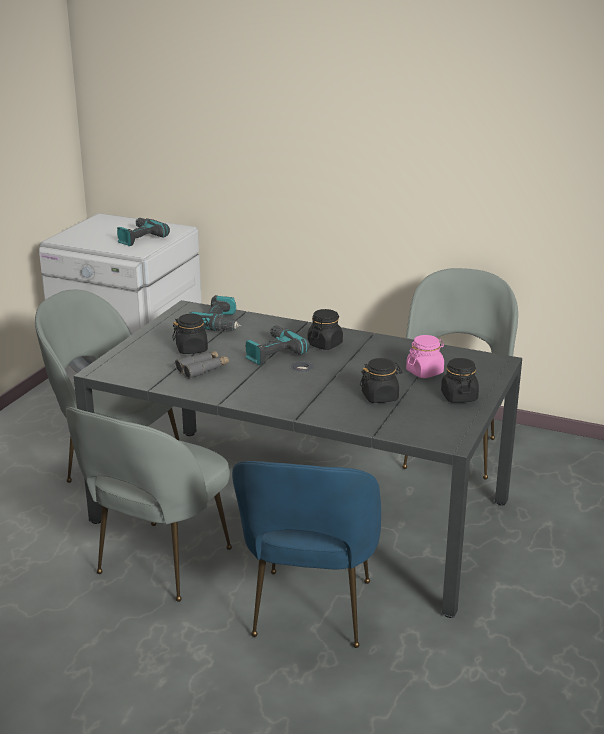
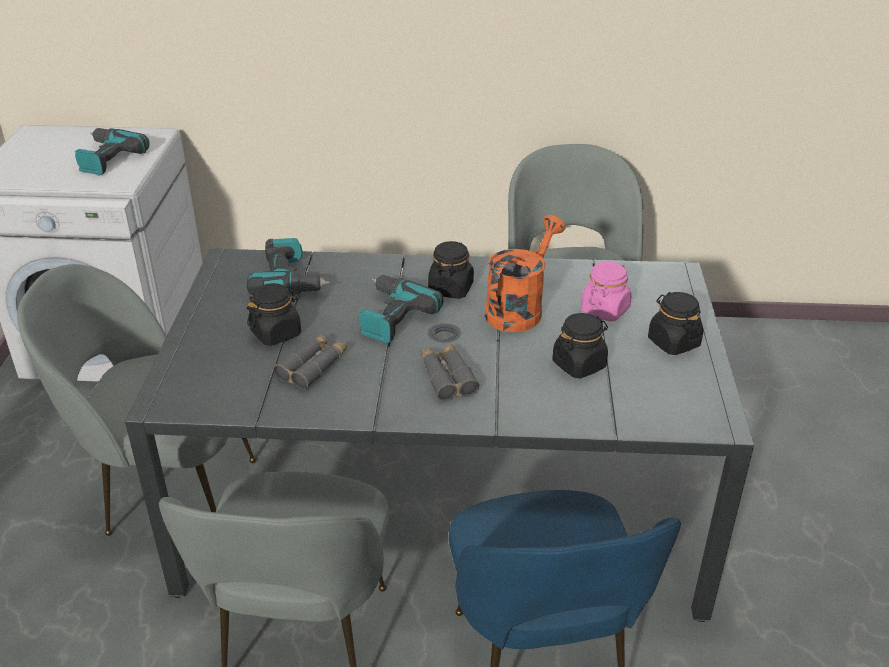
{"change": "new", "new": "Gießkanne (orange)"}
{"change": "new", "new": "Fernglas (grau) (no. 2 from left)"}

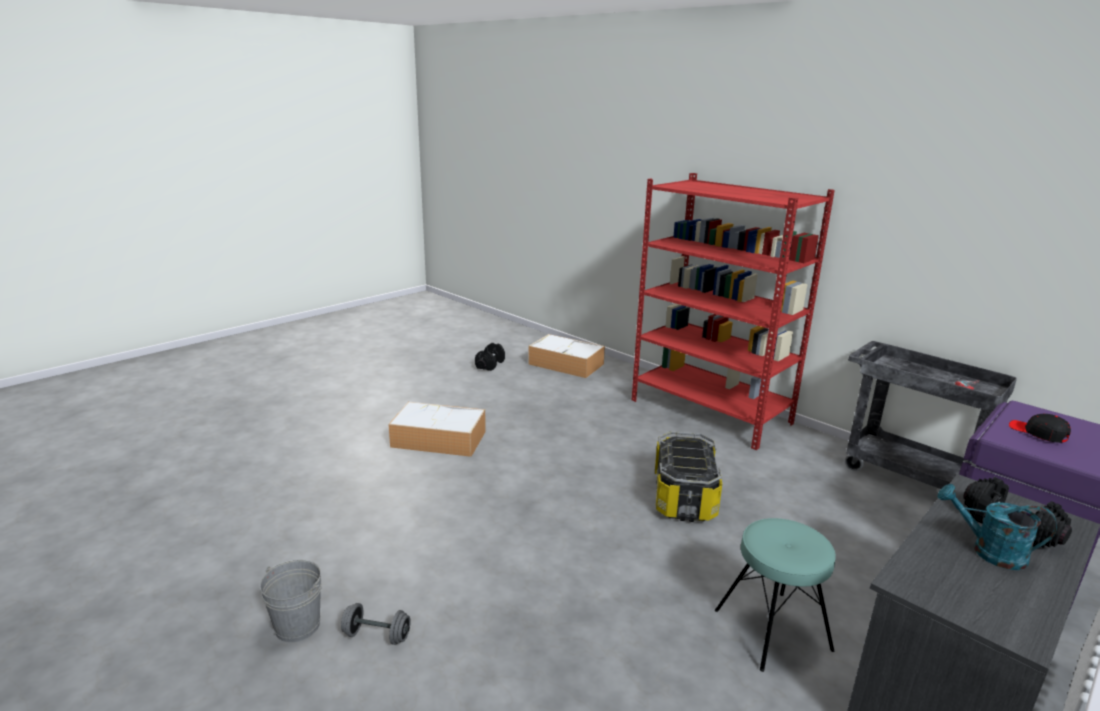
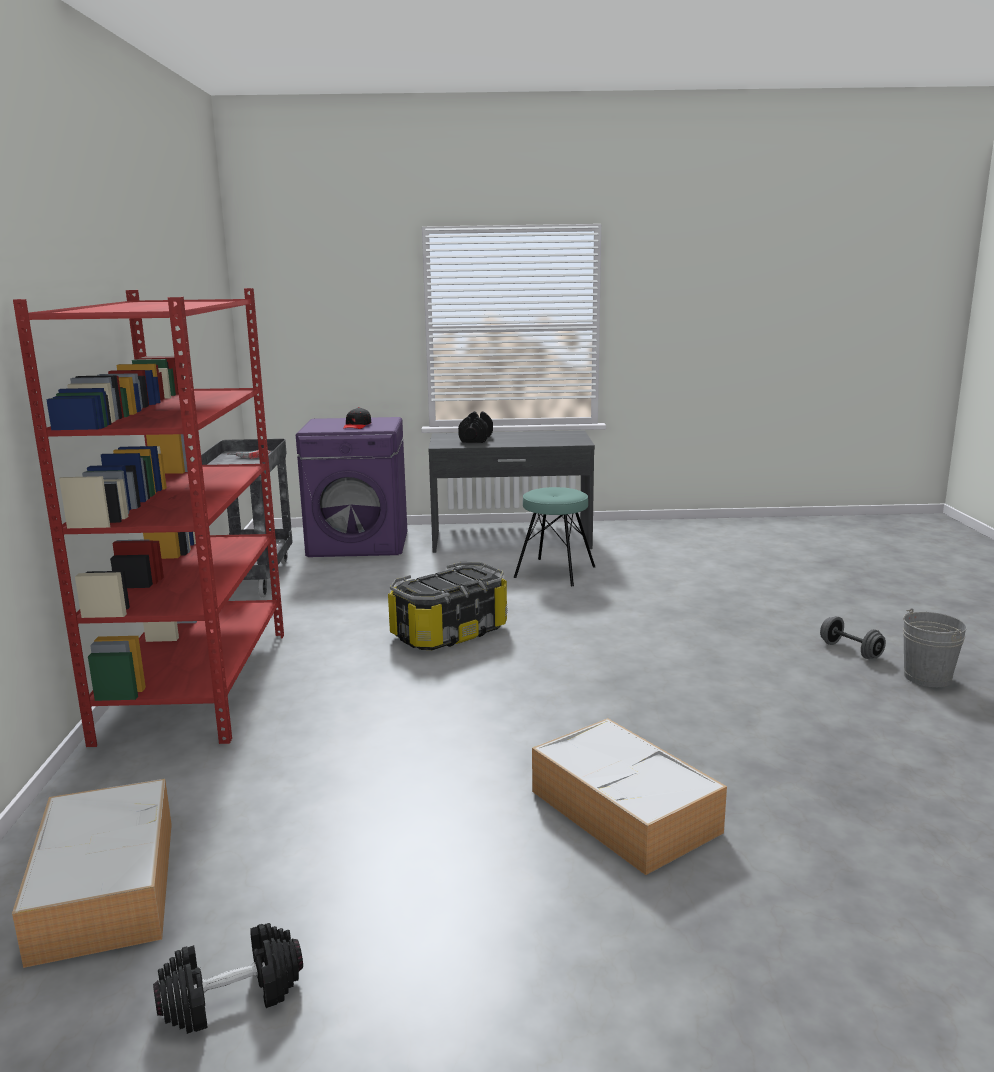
{"change": "gone", "old": "Gießkanne (türkis)"}

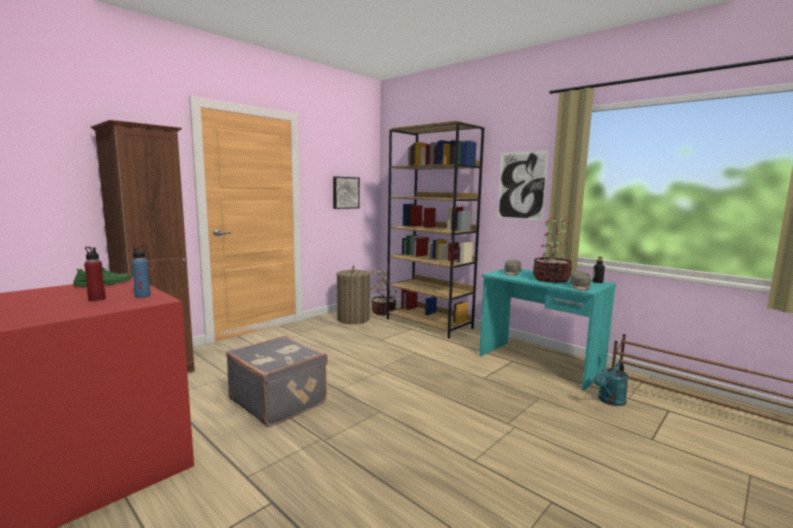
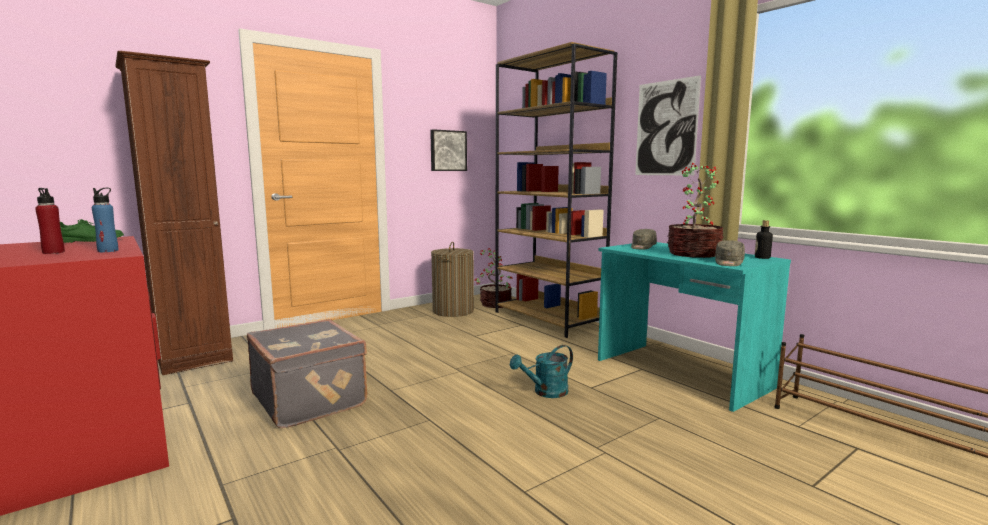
{"change": "shifted", "old": "Gießkanne (türkis)"}

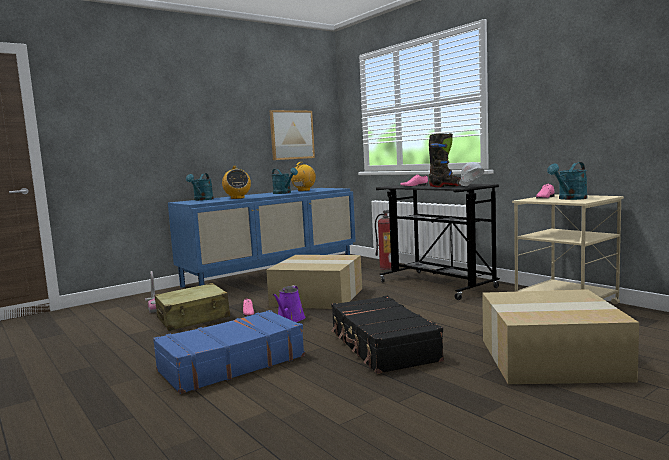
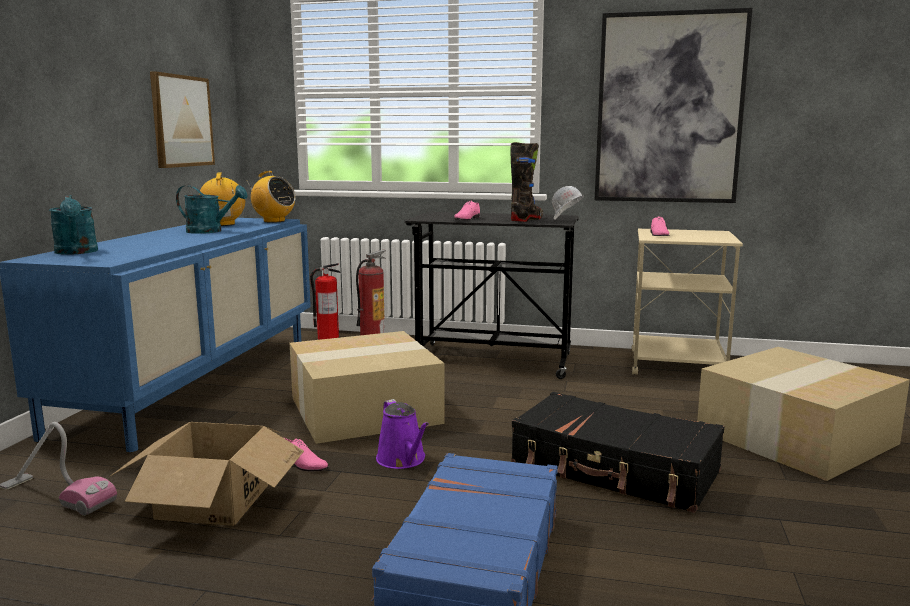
{"change": "gone", "old": "Gießkanne (türkis) (no. 3 from left)"}
{"change": "shifted", "old": "Radio (no. 1 from left in the first image)", "new": "Radio (no. 2 from left)"}
{"change": "swapped", "old": "Koffer (beige)", "new": "Karton (no. 1 from left)"}
{"change": "new", "new": "Bild (no. 2 from left)"}
{"change": "new", "new": "Feuerlöscher (no. 1 from left)"}

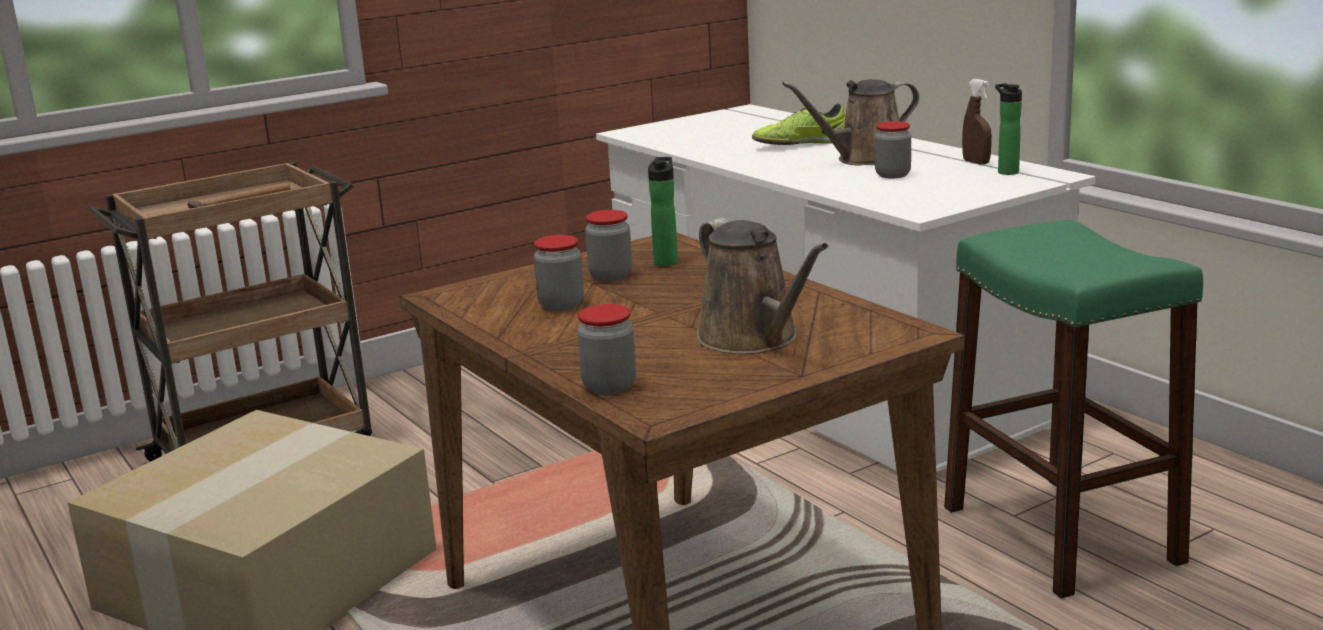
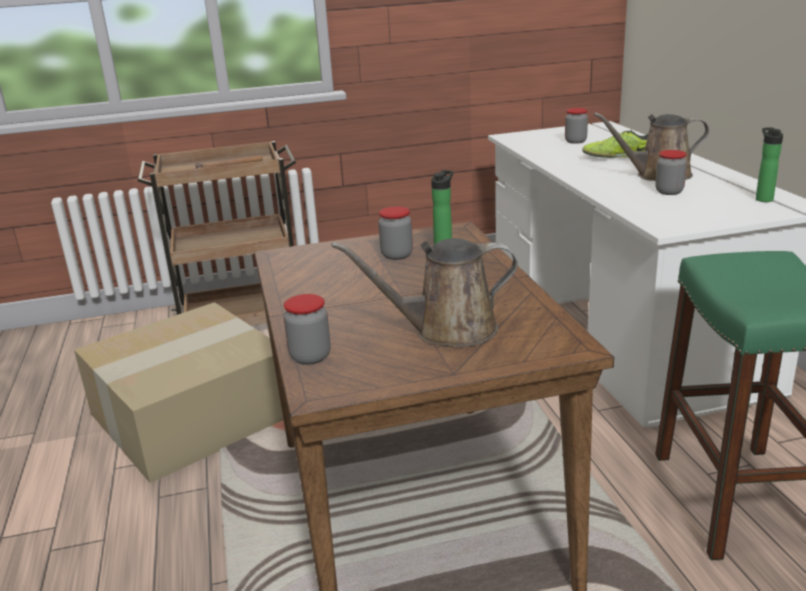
{"change": "gone", "old": "Sprühflasche (braun)"}
{"change": "rotated", "old": "Gießkanne (braun) (no. 1 from left)", "degrees": 90}
{"change": "shifted", "old": "Vorratsglas (no. 1 from left in the first image)", "new": "Vorratsglas (no. 3 from left)"}

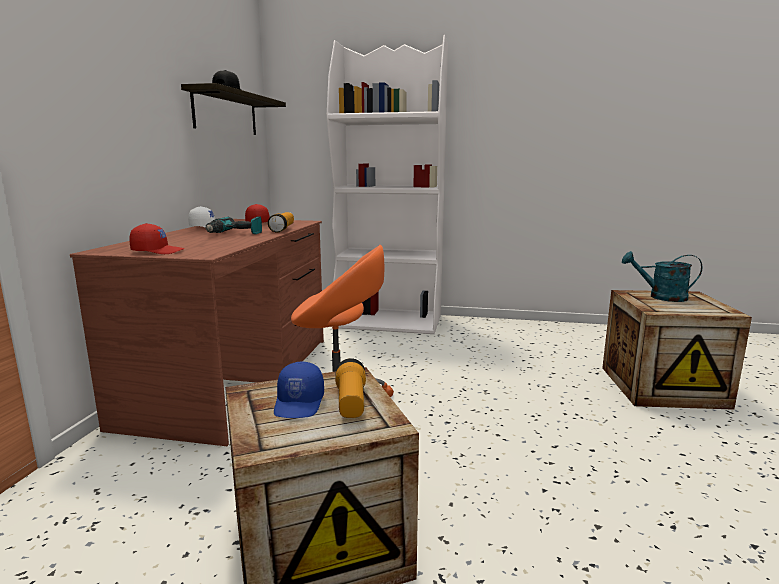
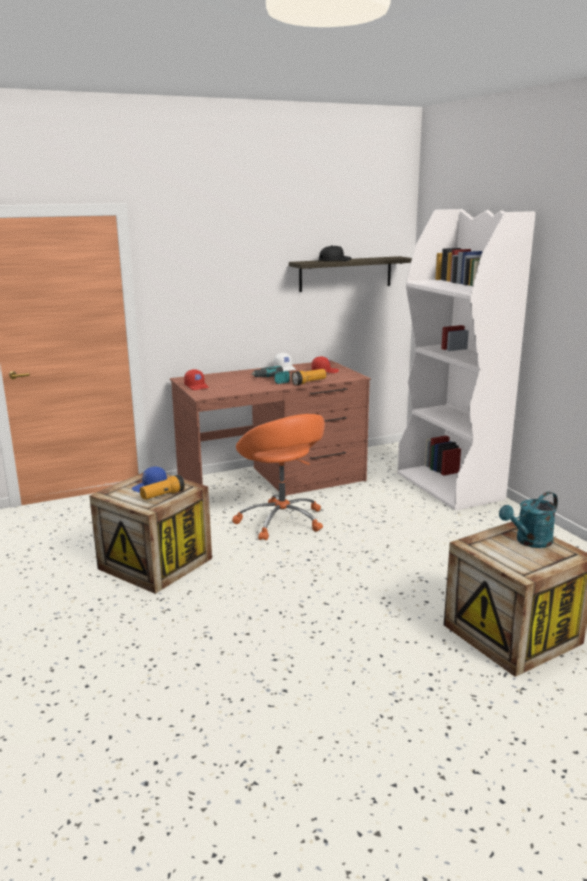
{"change": "rotated", "old": "Gießkanne (türkis)", "degrees": -105}

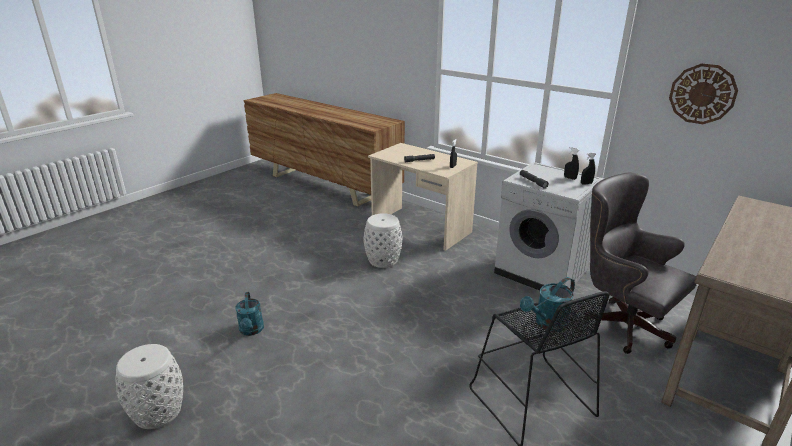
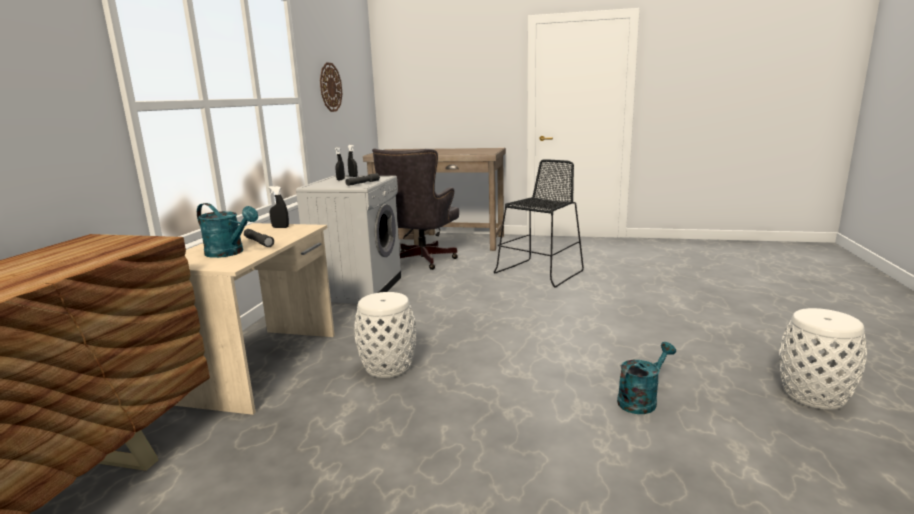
{"change": "shifted", "old": "Gießkanne (türkis) (no. 2 from left in the first image)", "new": "Gießkanne (türkis) (no. 1 from left)"}

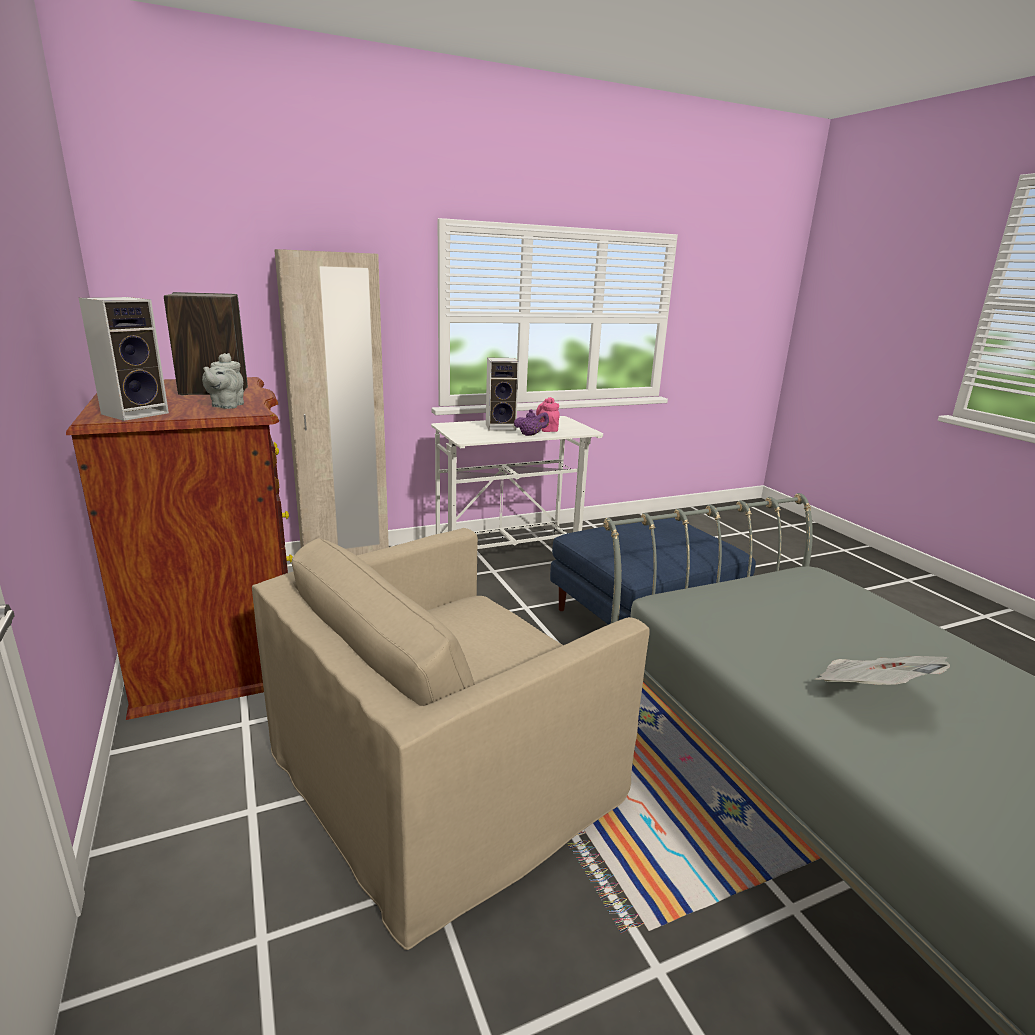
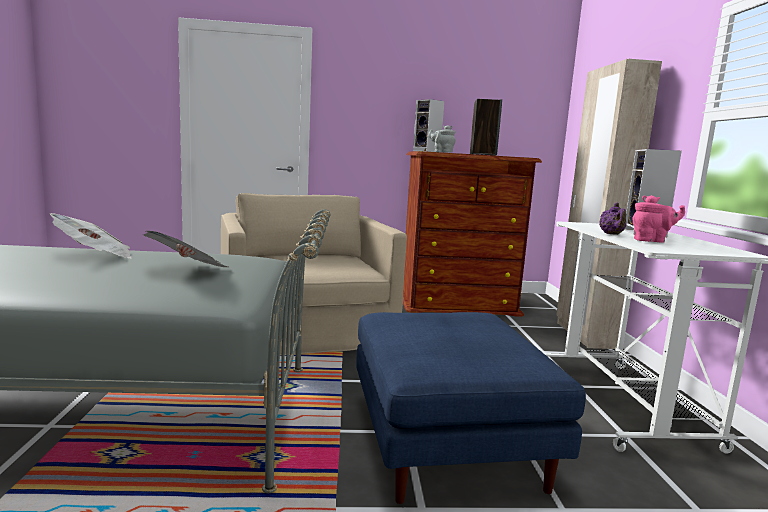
{"change": "new", "new": "Zeitung (no. 2 from left)"}

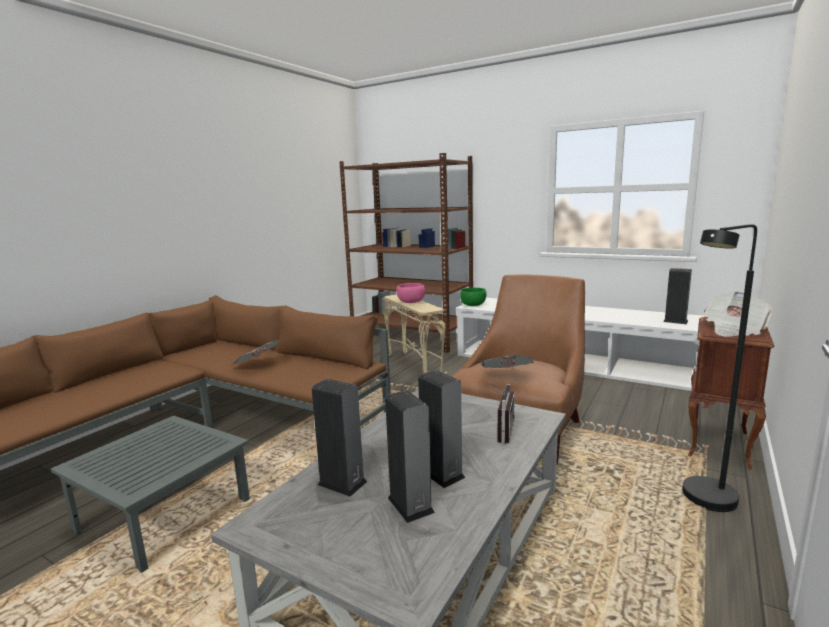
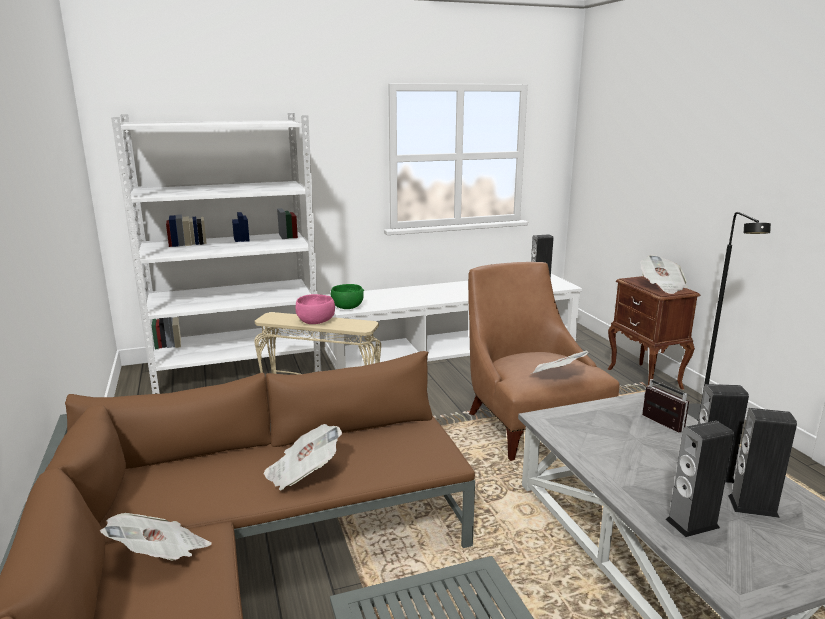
{"change": "repainted", "old": "Bücherregal (braun)", "new": "Bücherregal (weiß)"}
{"change": "new", "new": "Zeitung (no. 1 from left)"}

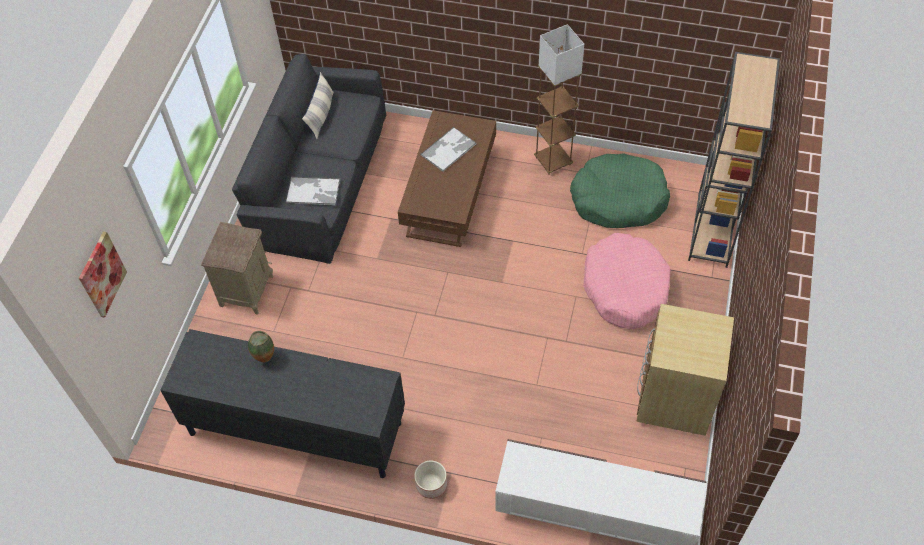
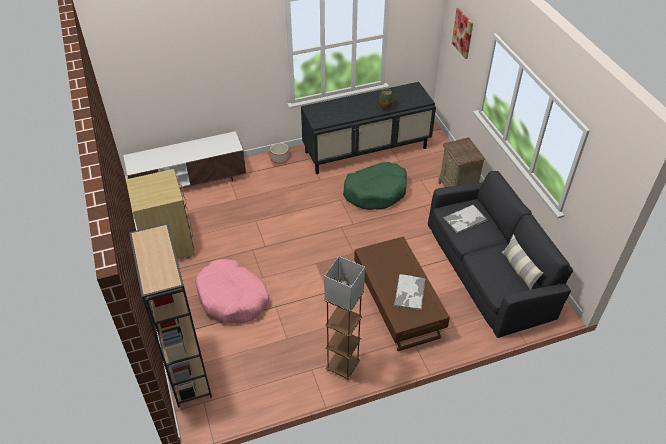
{"change": "shifted", "old": "Hundebett (grün)"}

